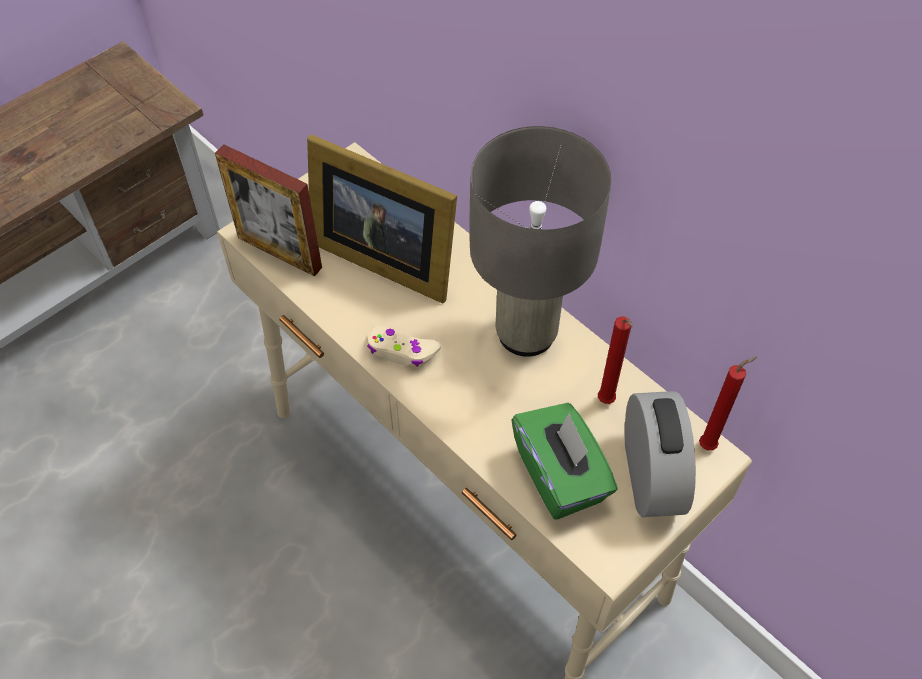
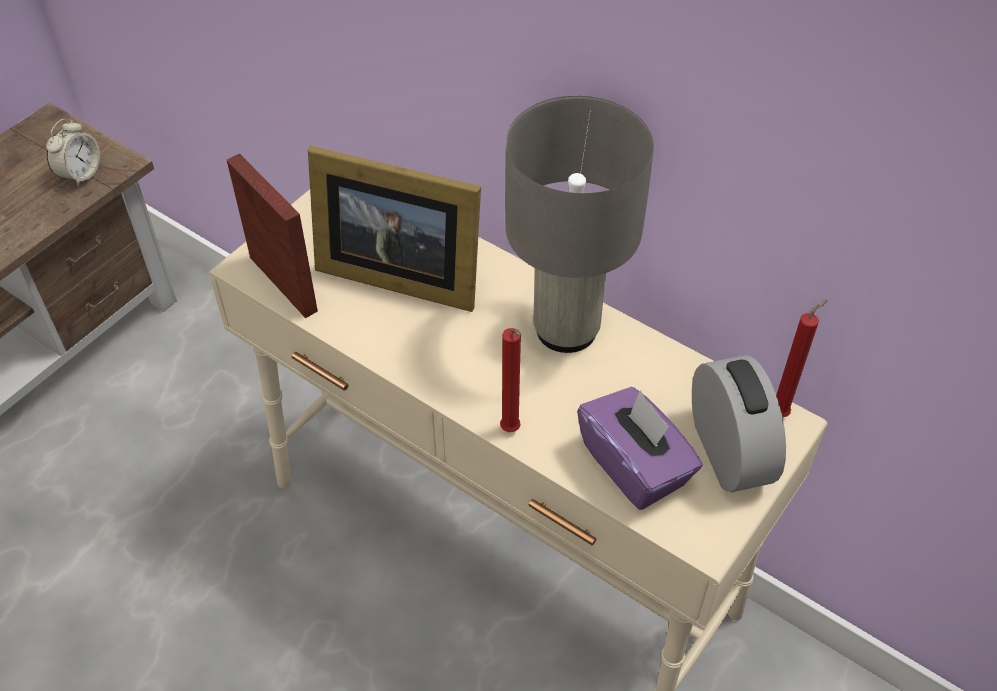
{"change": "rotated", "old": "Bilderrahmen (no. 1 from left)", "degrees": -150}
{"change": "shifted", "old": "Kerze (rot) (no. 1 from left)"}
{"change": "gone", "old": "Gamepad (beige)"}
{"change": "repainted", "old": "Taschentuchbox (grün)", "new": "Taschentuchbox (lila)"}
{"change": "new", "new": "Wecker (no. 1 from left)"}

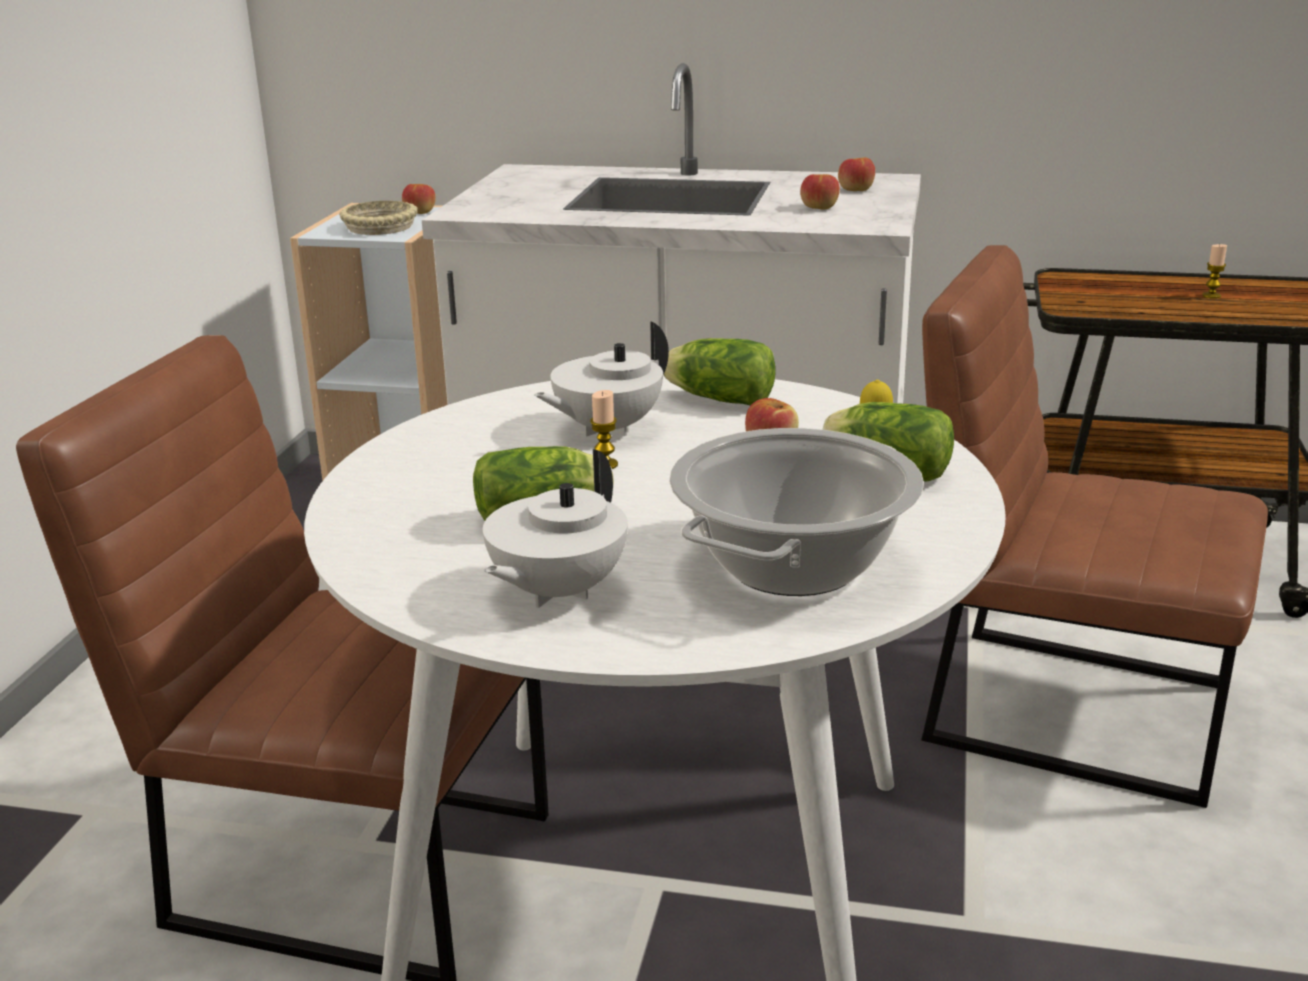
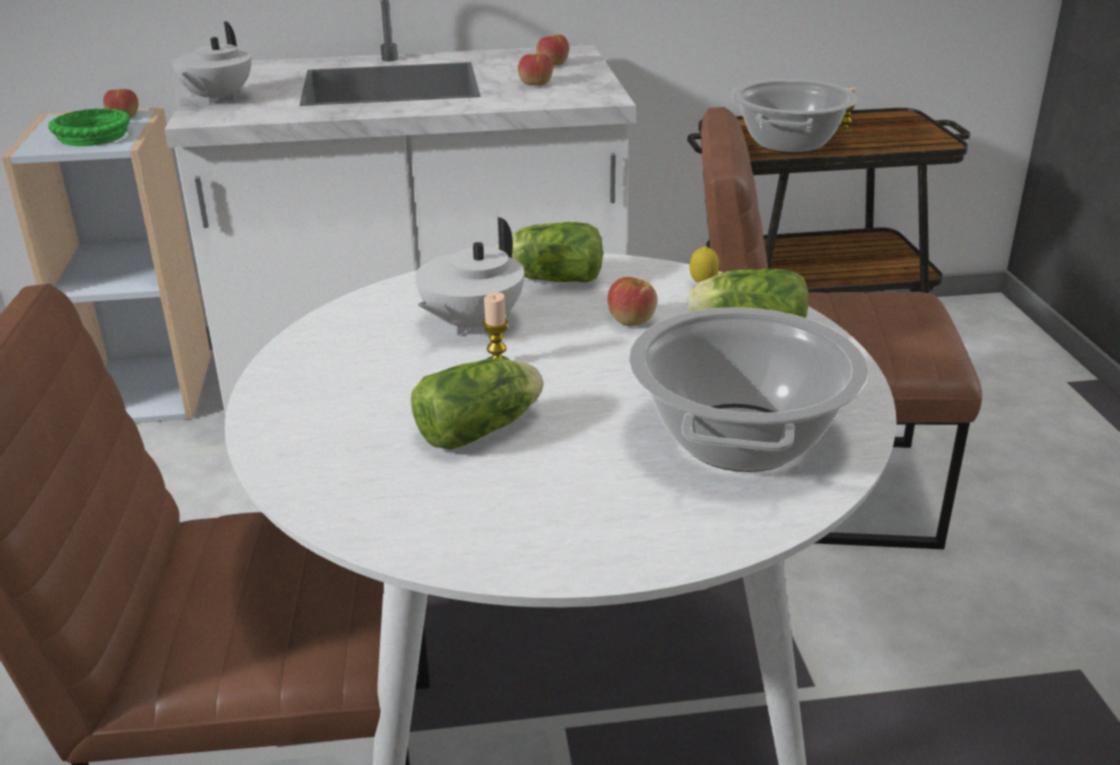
{"change": "repainted", "old": "Schüssel (beige)", "new": "Schüssel (grün)"}
{"change": "shifted", "old": "Teekanne (weiß) (no. 1 from left)"}
{"change": "new", "new": "Kochtopf (no. 2 from left)"}

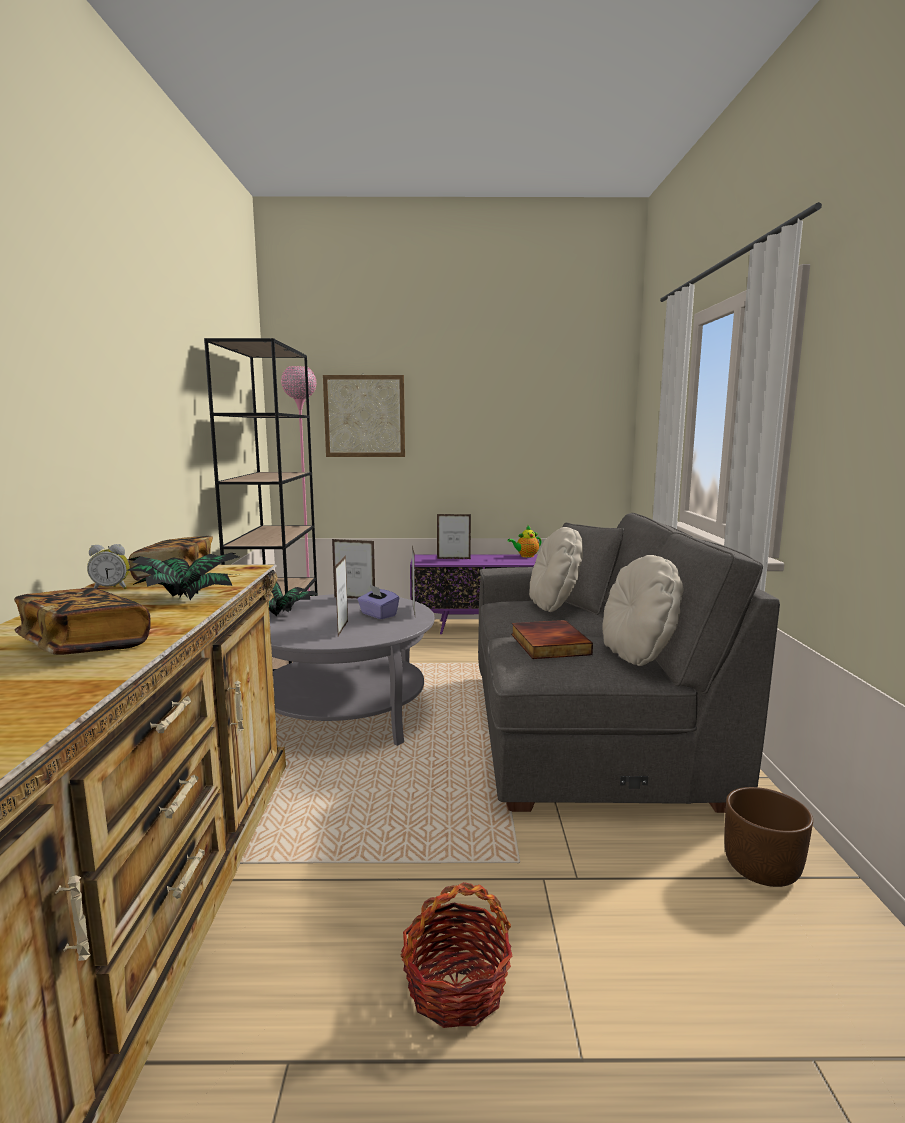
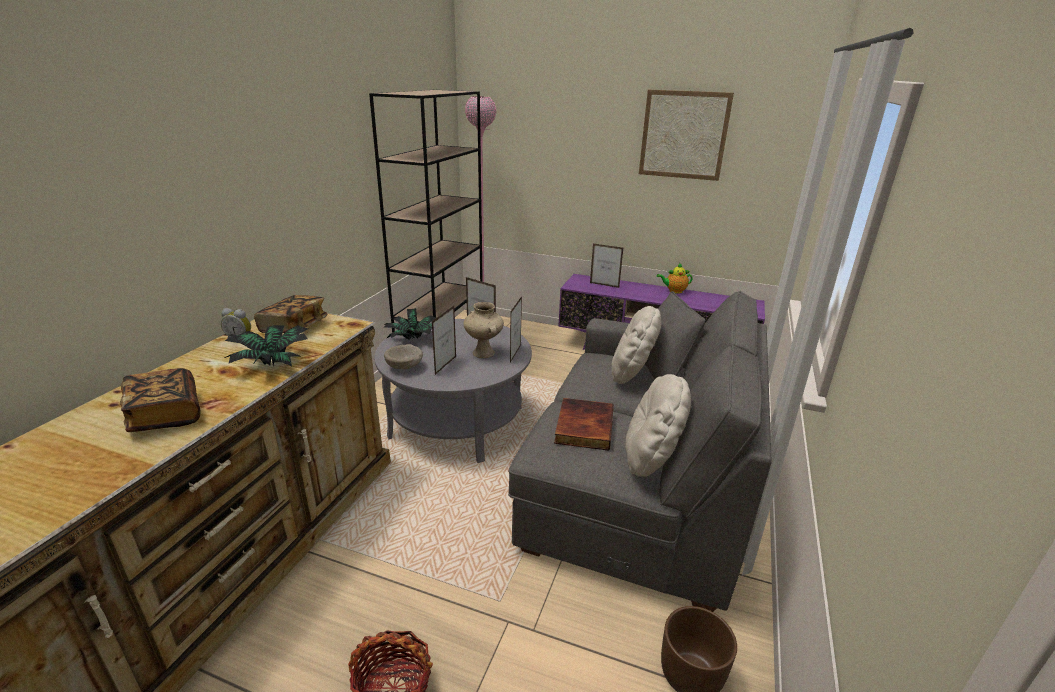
{"change": "shifted", "old": "Bild"}
{"change": "swapped", "old": "Taschentuchbox (lila)", "new": "Vase (beige)"}
{"change": "new", "new": "Schüssel (beige)"}

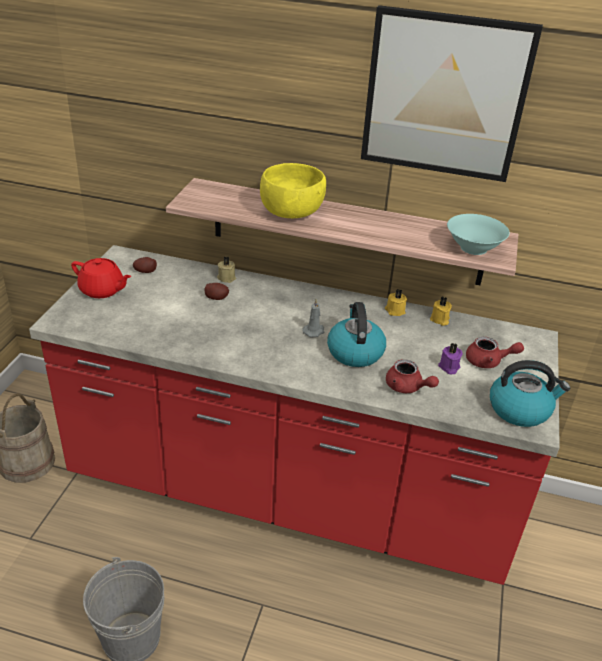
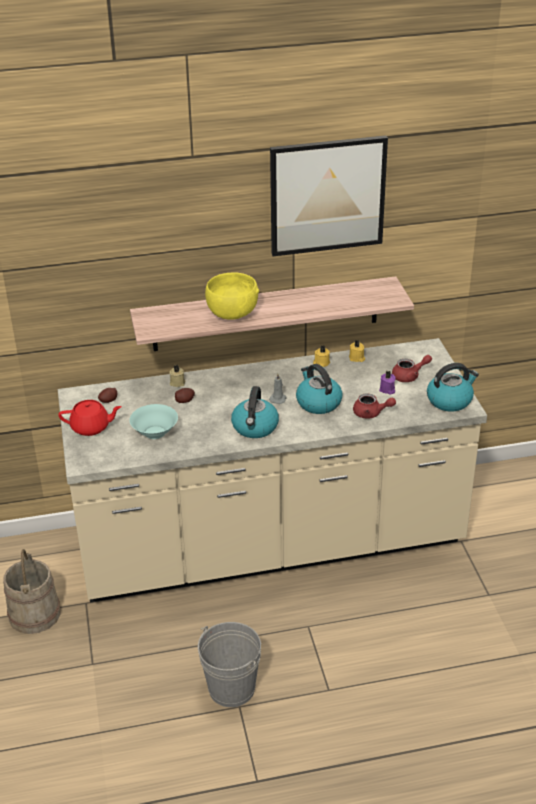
{"change": "shifted", "old": "Schüssel (türkis)"}
{"change": "repainted", "old": "Küchenzeile (rot)", "new": "Küchenzeile (beige)"}
{"change": "new", "new": "Wasserkessel (no. 1 from left)"}

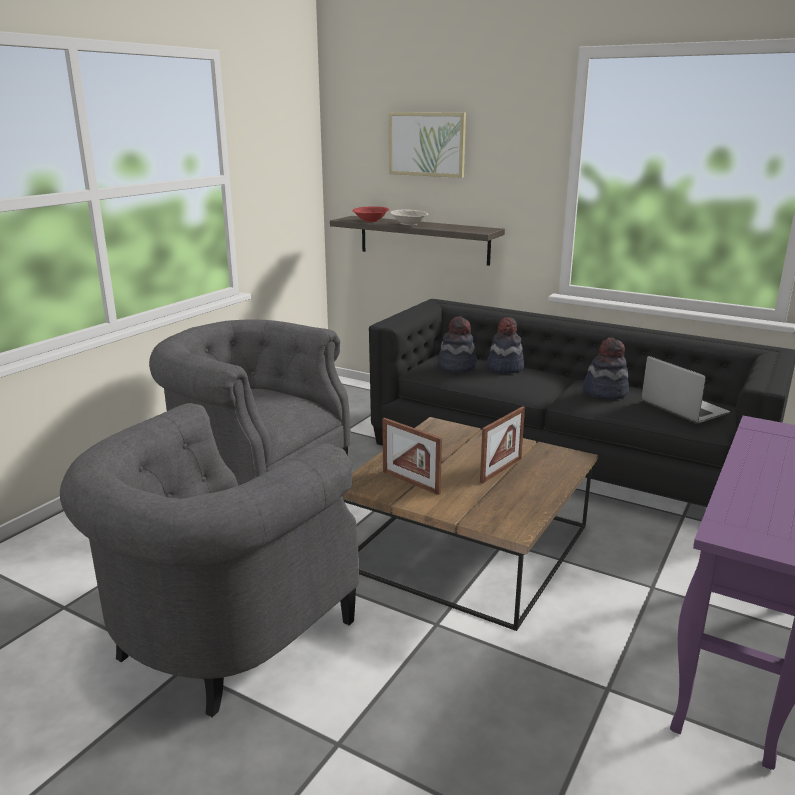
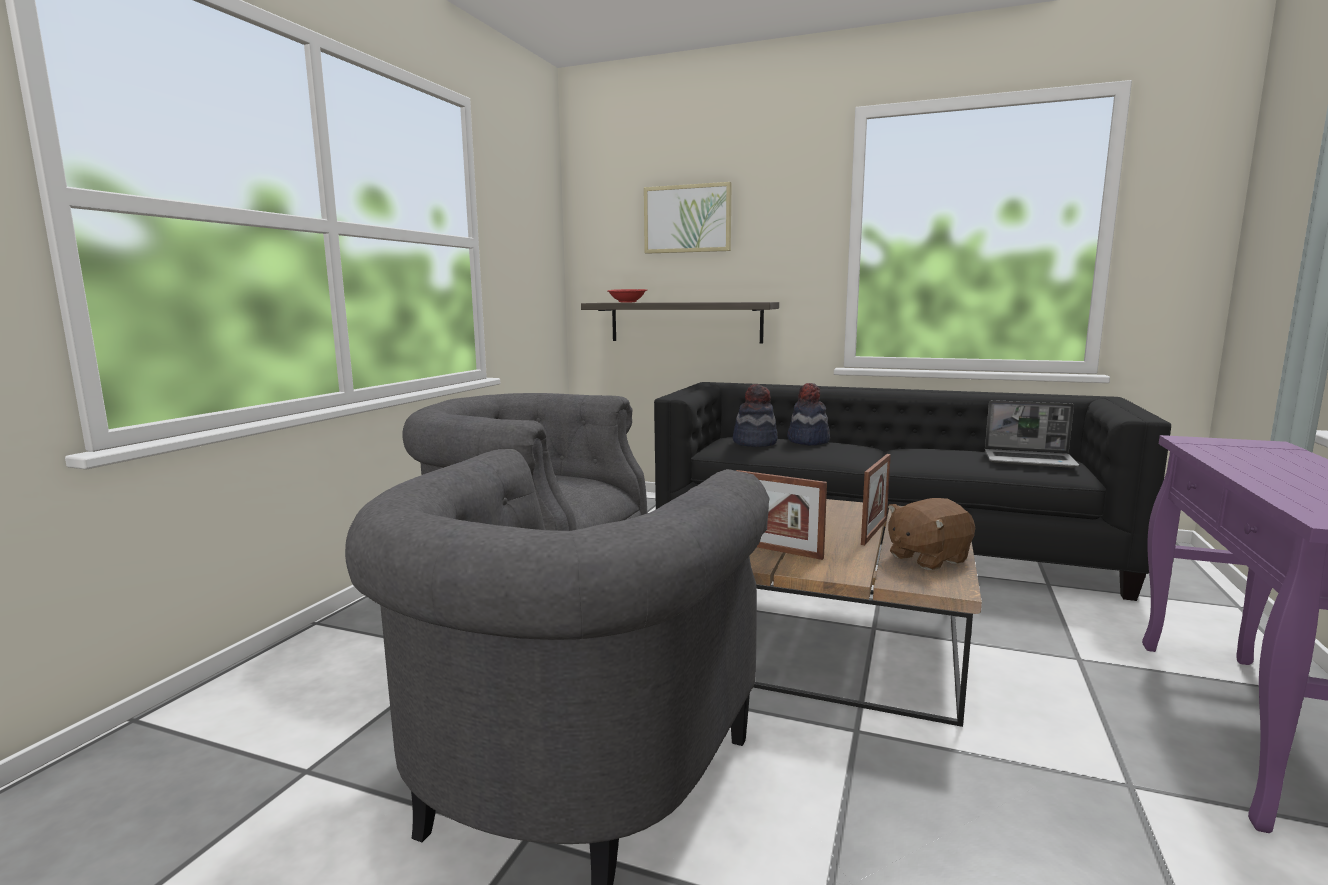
{"change": "gone", "old": "Schüssel (beige)"}
{"change": "gone", "old": "Hut (no. 3 from left)"}
{"change": "rotated", "old": "Laptop", "degrees": 150}
{"change": "new", "new": "Plüschtier (braun)"}

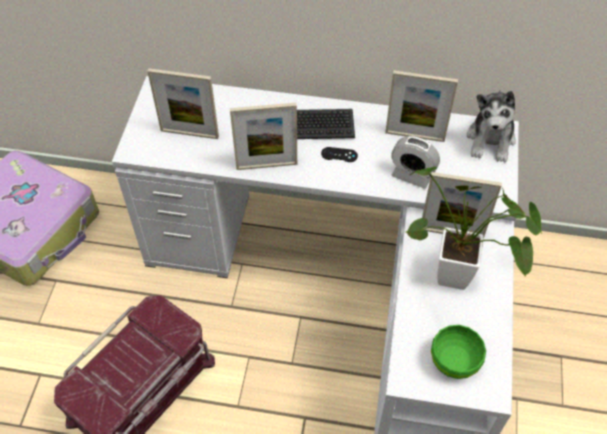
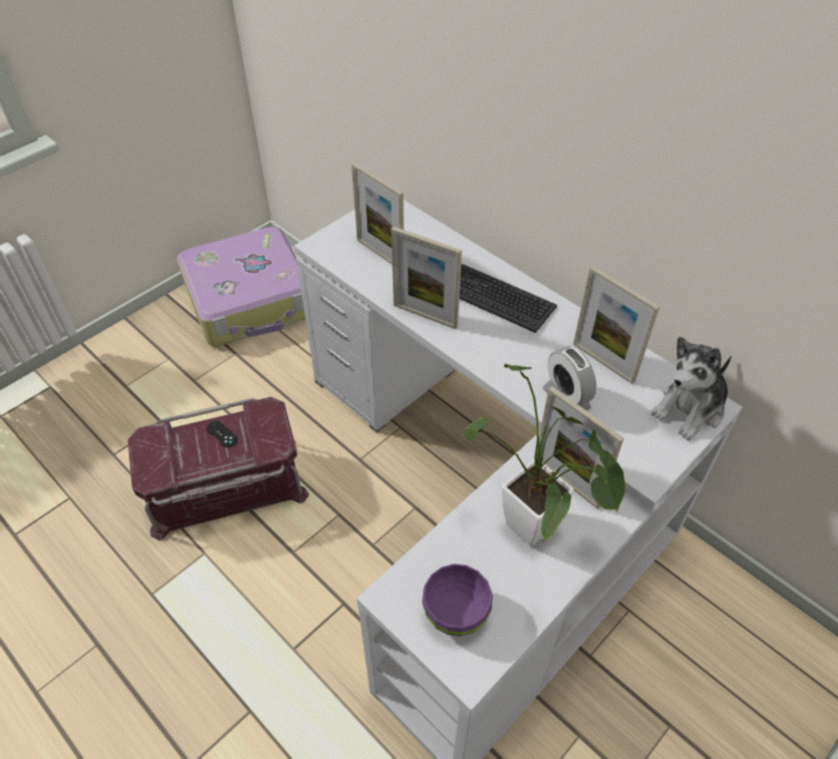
{"change": "shifted", "old": "Gamepad (schwarz)"}
{"change": "repainted", "old": "Schüssel (grün)", "new": "Schüssel (lila)"}

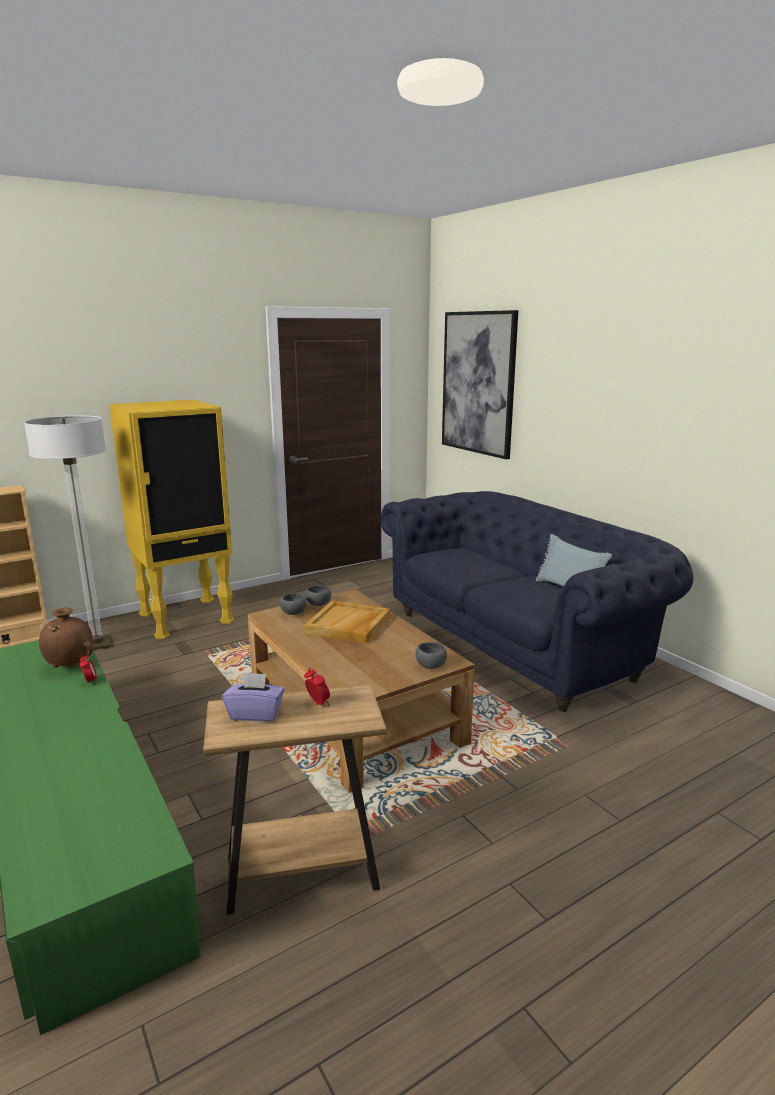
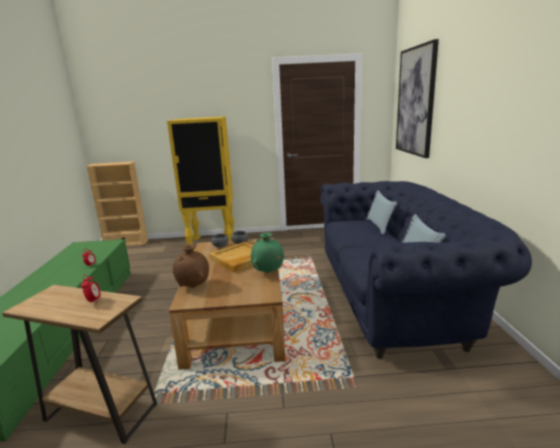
{"change": "gone", "old": "Stehlampe"}
{"change": "shifted", "old": "Vase (braun)"}
{"change": "gone", "old": "Schüssel (grau) (no. 3 from left)"}
{"change": "gone", "old": "Taschentuchbox (lila)"}
{"change": "new", "new": "Kissen (blau) (no. 1 from left)"}
{"change": "new", "new": "Vase (grün)"}

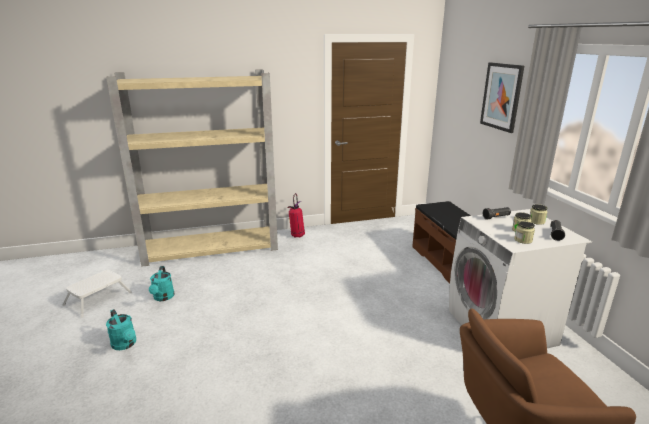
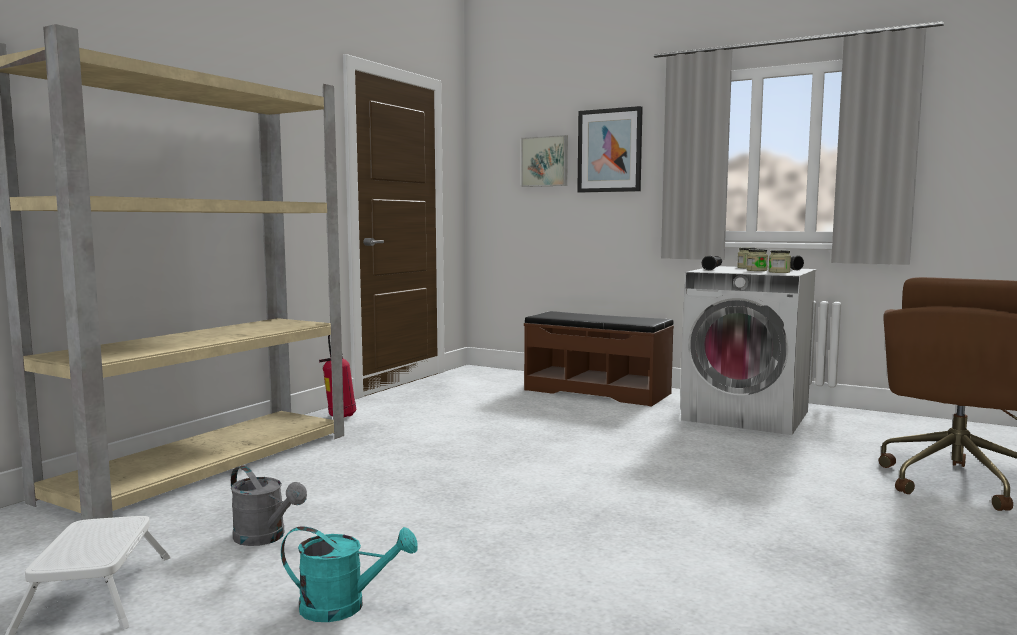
{"change": "repainted", "old": "Gießkanne (türkis) (no. 2 from left)", "new": "Gießkanne (grau)"}
{"change": "new", "new": "Bild (no. 1 from left)"}

